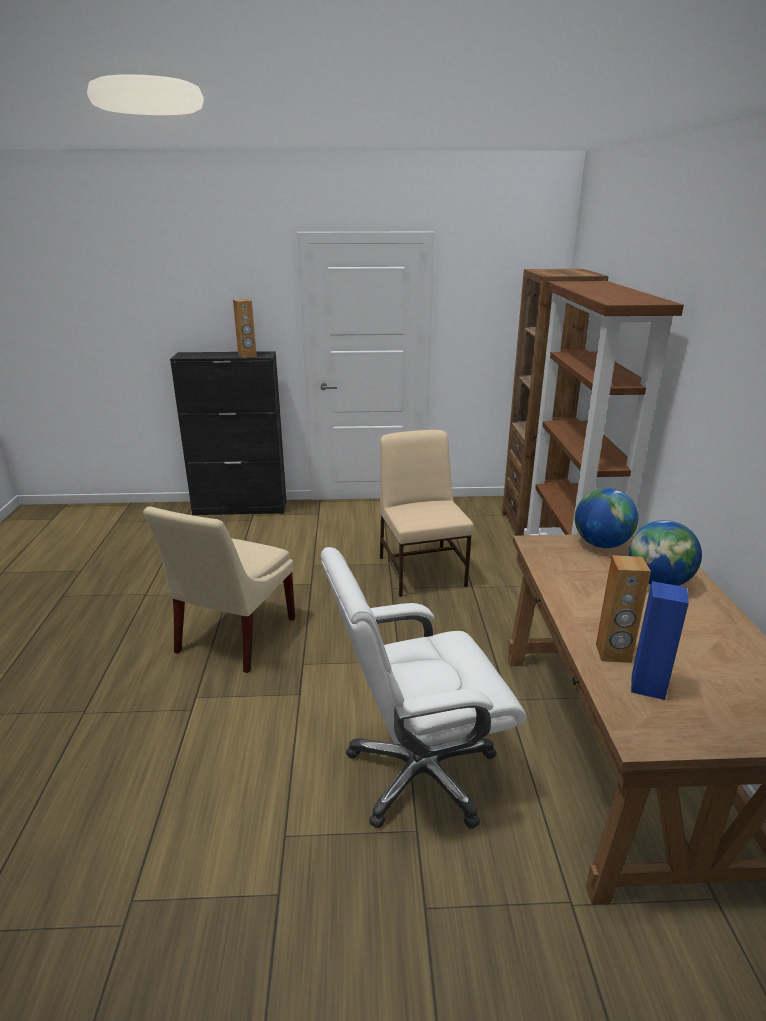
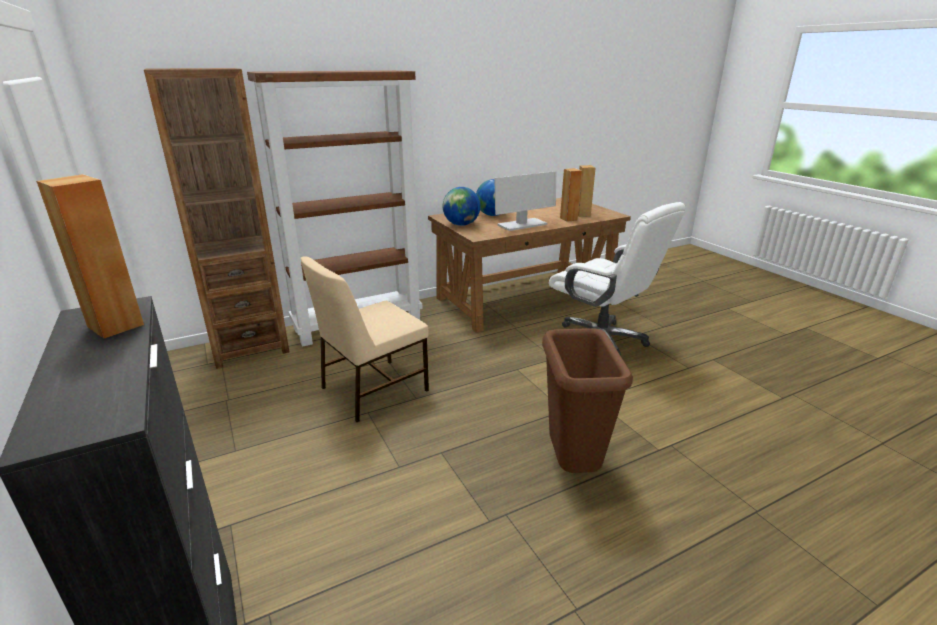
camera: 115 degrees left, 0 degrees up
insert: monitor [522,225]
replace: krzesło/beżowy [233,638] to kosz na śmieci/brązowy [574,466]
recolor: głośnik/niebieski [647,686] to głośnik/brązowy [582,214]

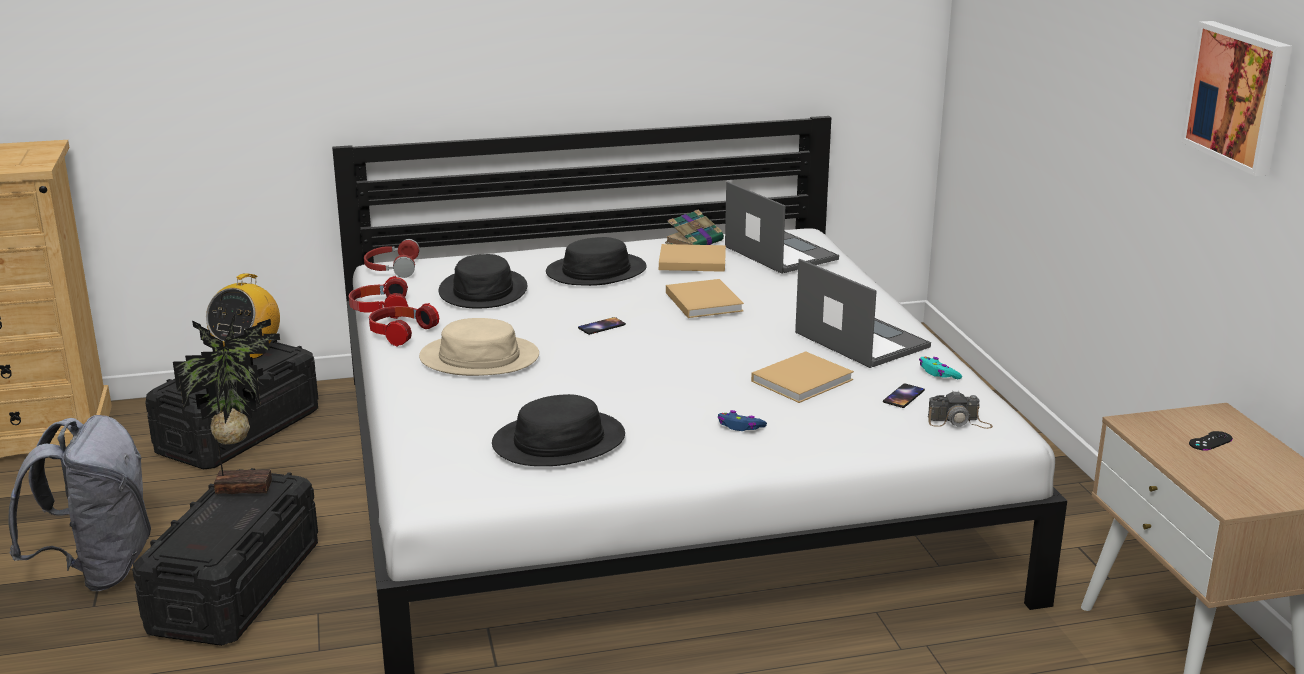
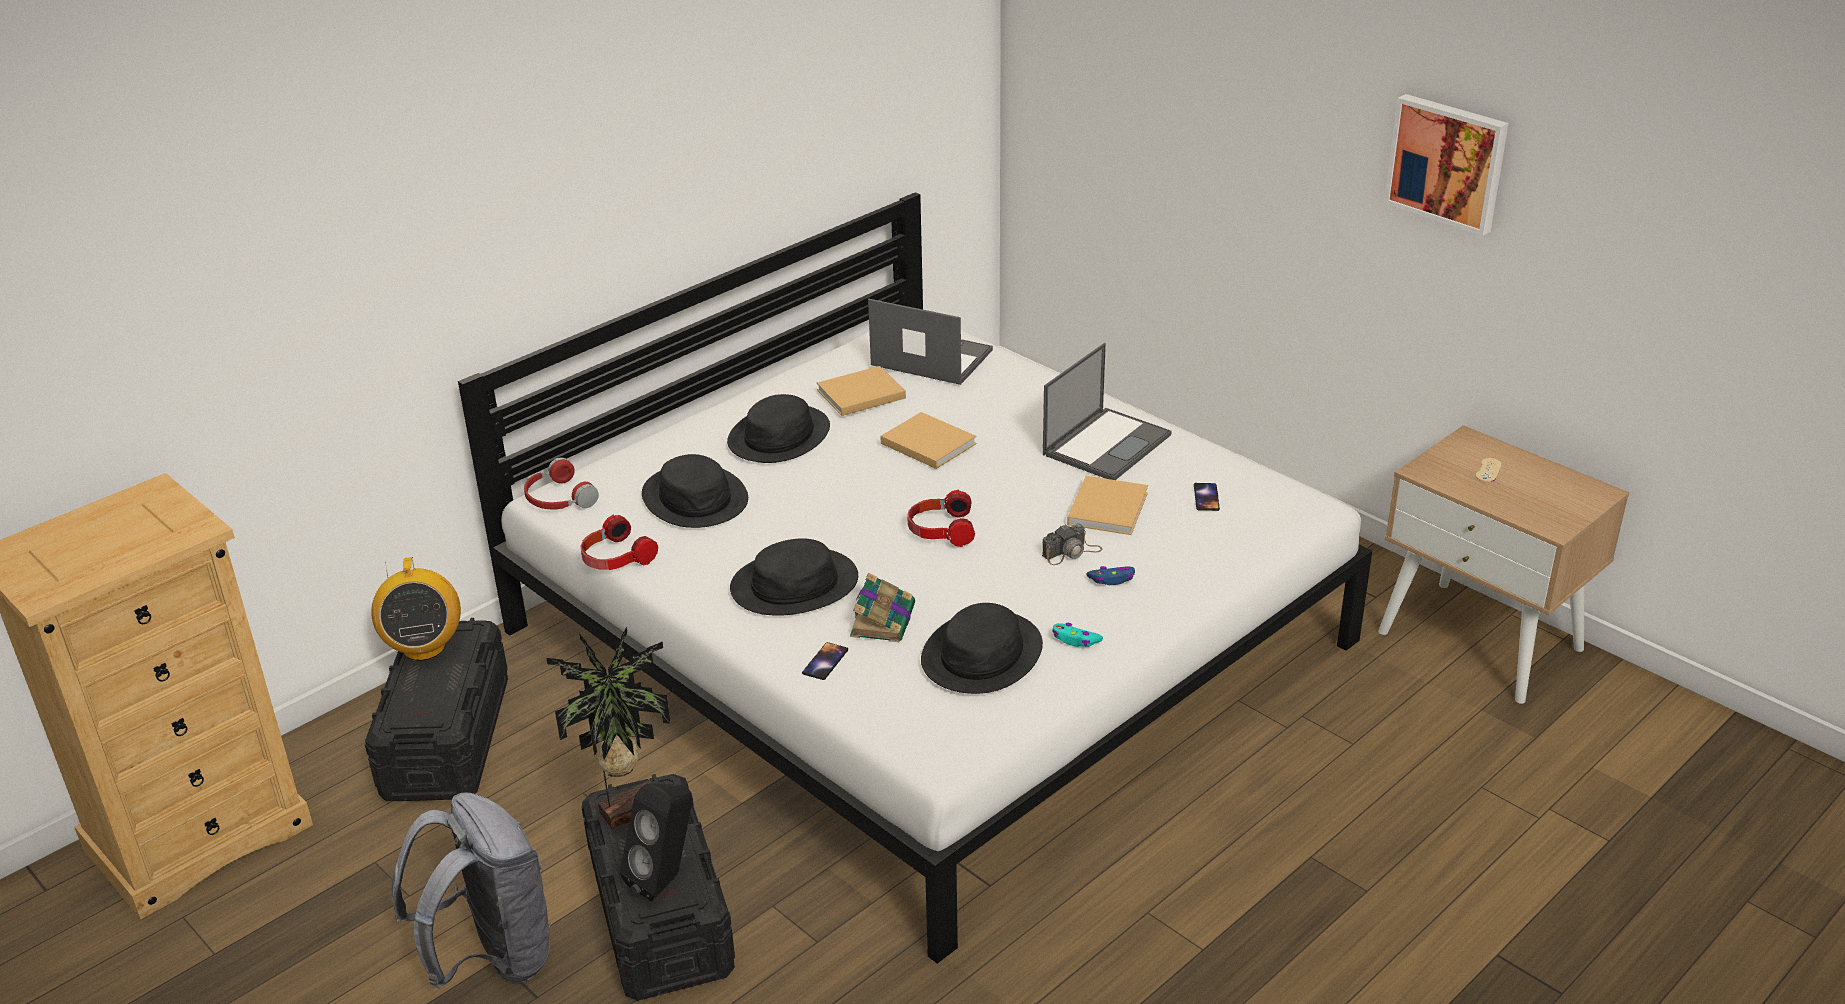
camera: 30 degrees left, 10 degrees up
insert: głośnik/czarny [666,879]
move: słuchawki [399,333] to [940,530]; telefon [601,326] to [825,661]; książka [695,241] to [883,620]; pad do gier/turkusowy [938,373] to [1075,640]; aparat fotograficzny [959,422] to [1072,552]
recolor: kapelusz/beżowy [479,358] to kapelusz/czarny [794,584]; pad do gier/czarny [1210,441] to pad do gier/beżowy [1488,470]
rotate: laptop [860,339] = [1107,444] 105 degrees clockwise

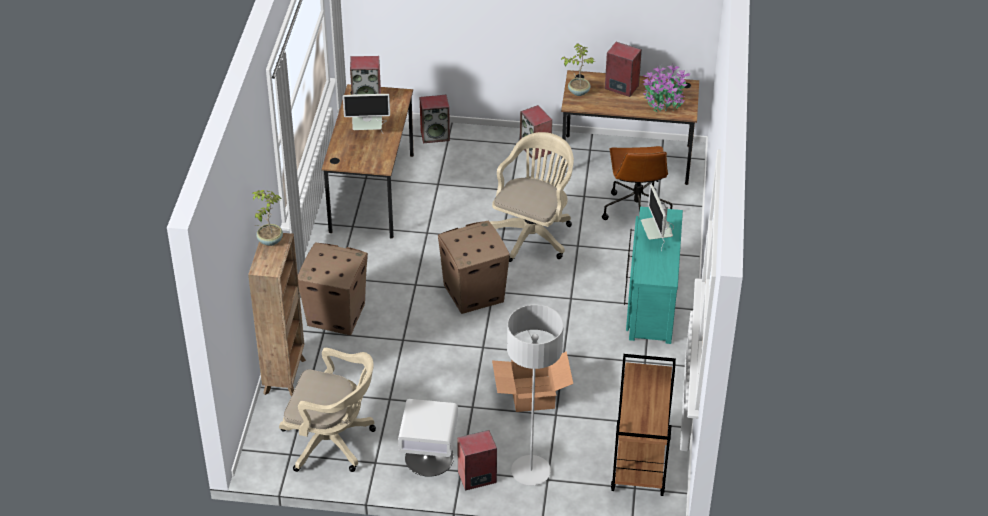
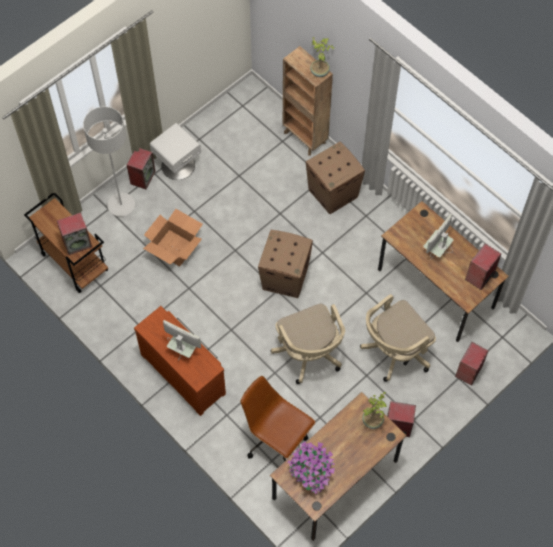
camera: 130 degrees right, 20 degrees up
move: krzesło biurowe/beżowy [332,442] to [394,352]; głośnik [621,87] to [77,243]
recolor: komoda/turkusowy [650,303] to komoda/brązowy [184,372]

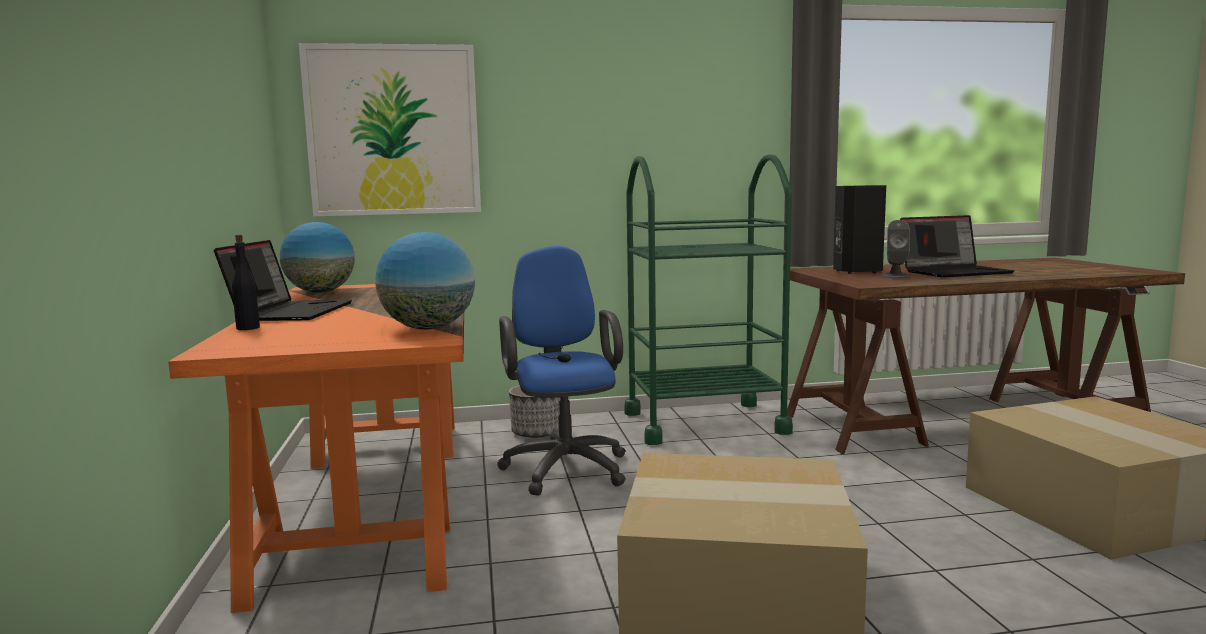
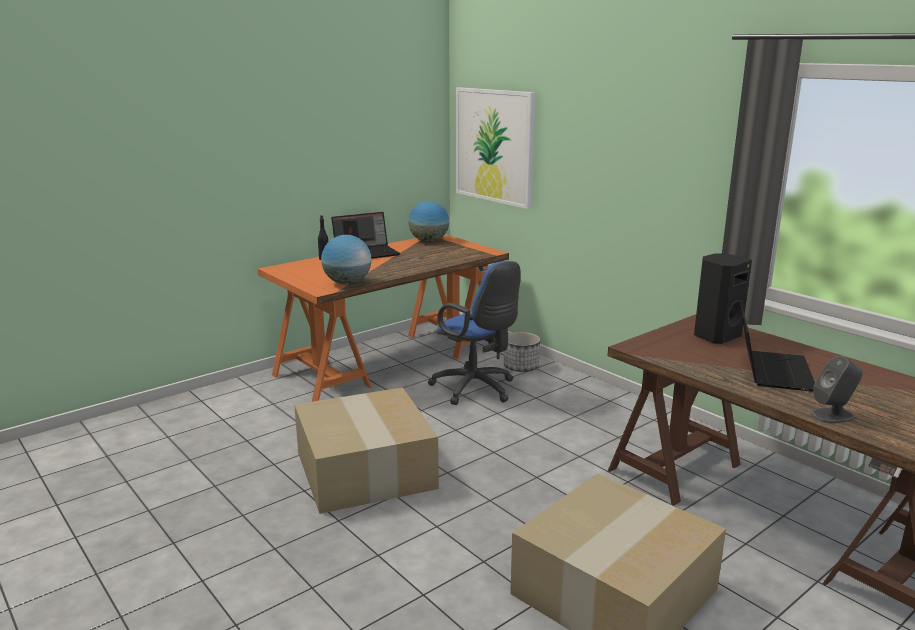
camera: 60 degrees right, 10 degrees up
delete: wózek/zielony [704,422]
move: głośnik/szary [895,276] to [832,416]
rotate: krzesło biurowe/niebieski [565,466] = [477,389] 90 degrees clockwise; laptop [955,272] = [771,370] 120 degrees counterclockwise

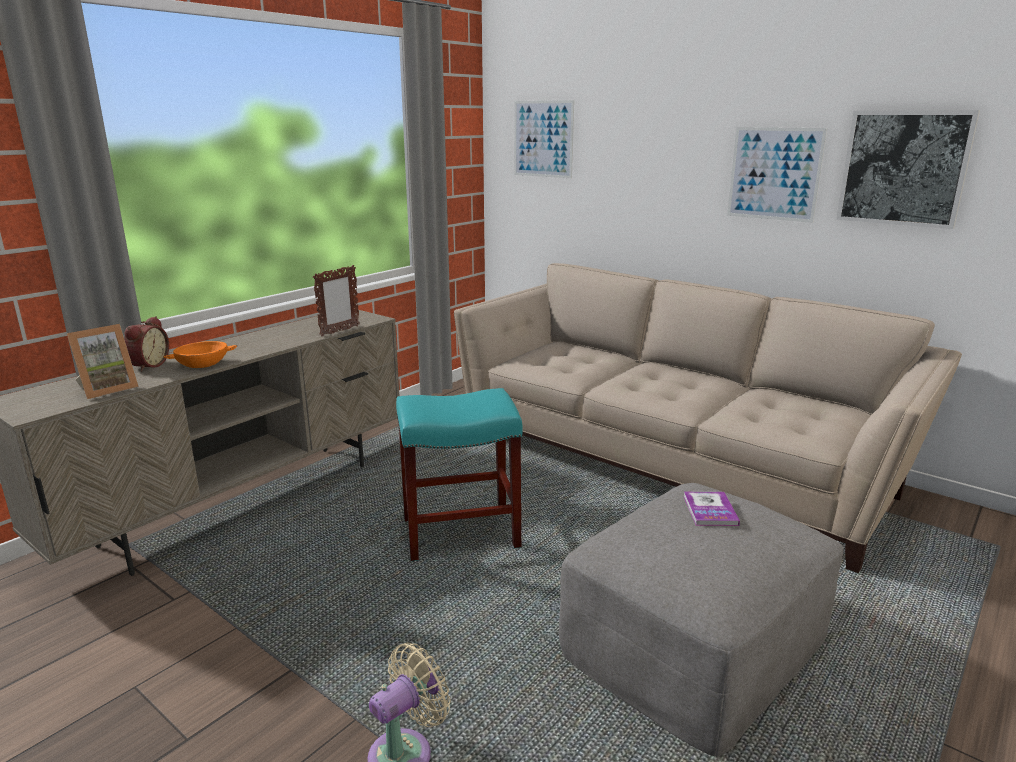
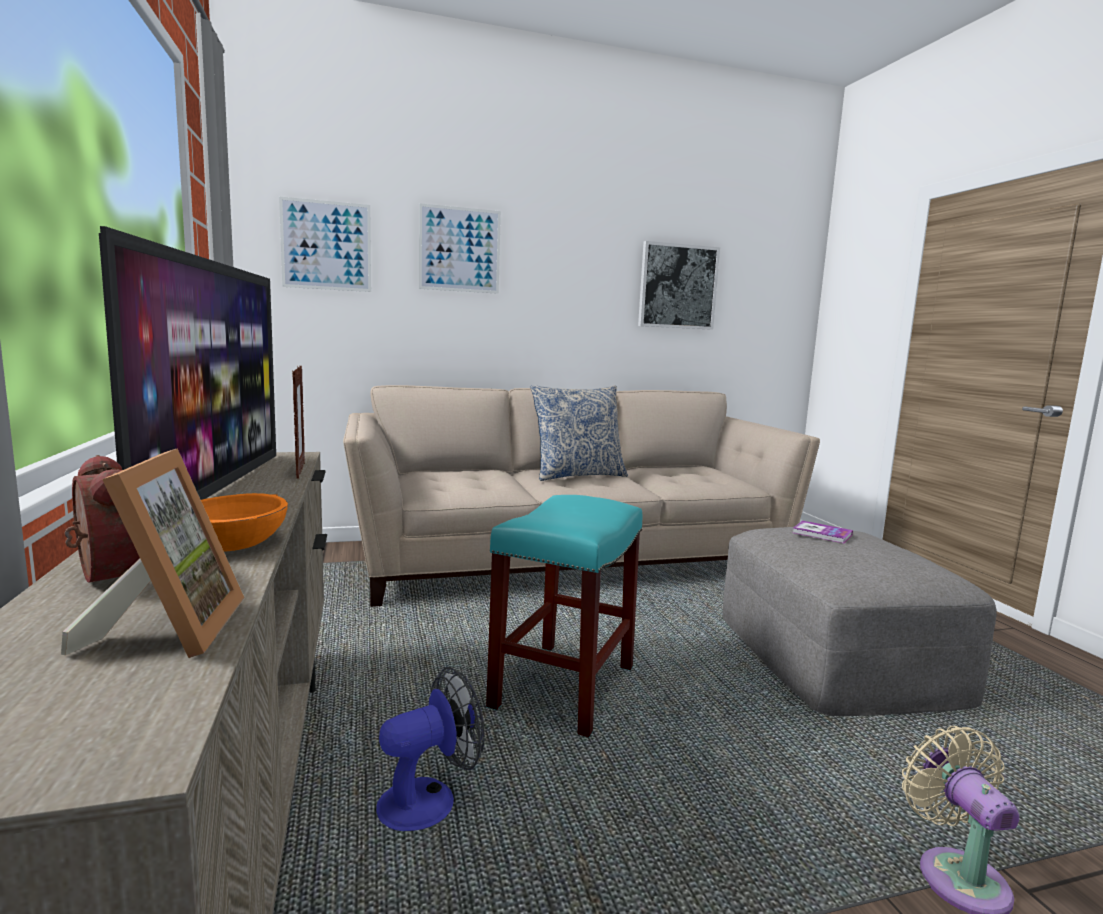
camera: 55 degrees left, 10 degrees down
insert: telewizor [215,489]; wentylator [429,799]; poduszka [577,475]
move: obraz [774,174] to [459,249]

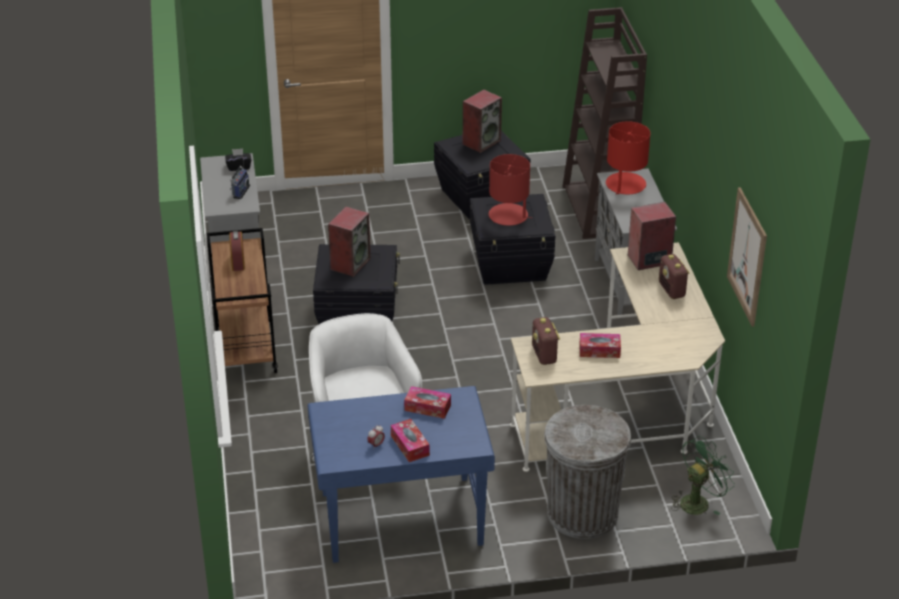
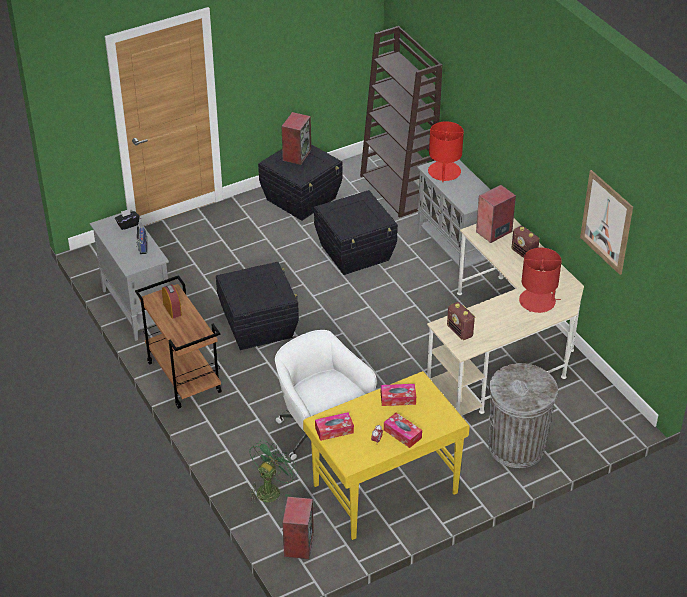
camera: 20 degrees left, 5 degrees up
move: głośnik [350,263] to [298,544]; lampa stołowa/czerwony [508,215] to [537,301]; pudełko chusteczek [599,350] to [334,430]; wentylator/zielony [698,501] to [270,489]
recolor: biurko/niebieski [400,518] to biurko/żółty [384,488]

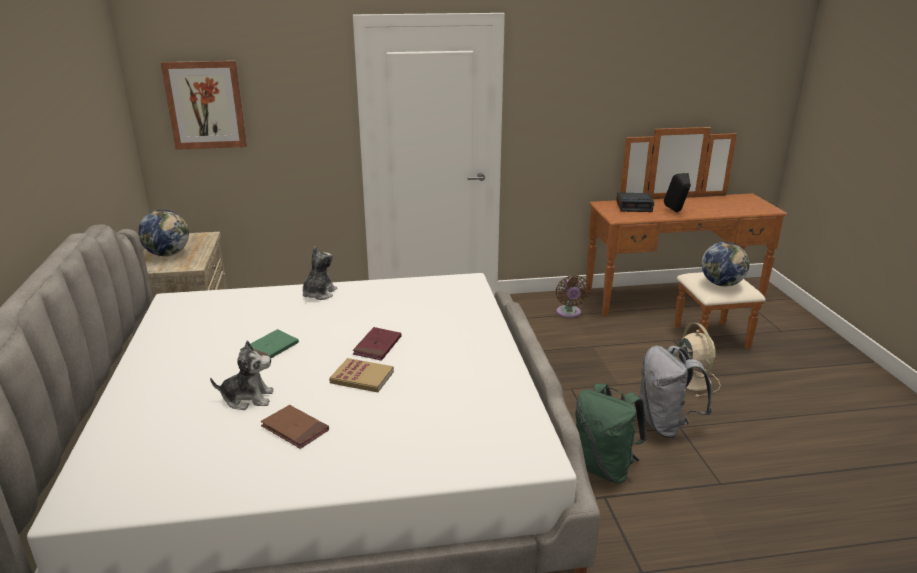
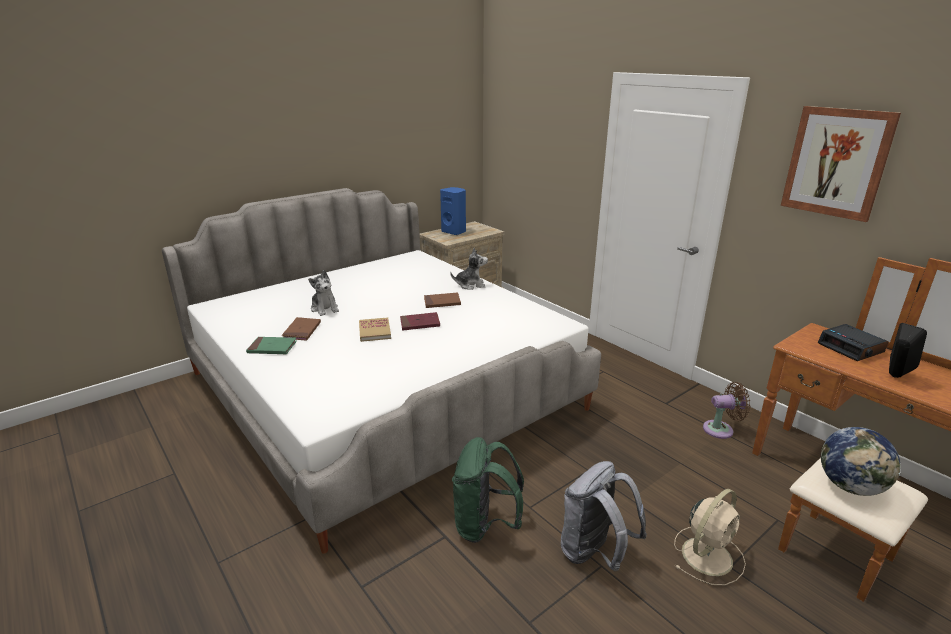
camera: 60 degrees right, 0 degrees up
insert: książka/brązowy [442,302]
move: obraz [205,105] to [836,162]; książka/zielony [270,349] to [272,348]
replace: globus [168,254] to głośnik/niebieski [454,232]
rotate: wentylator/brązowy [569,313] = [721,429] 150 degrees counterclockwise

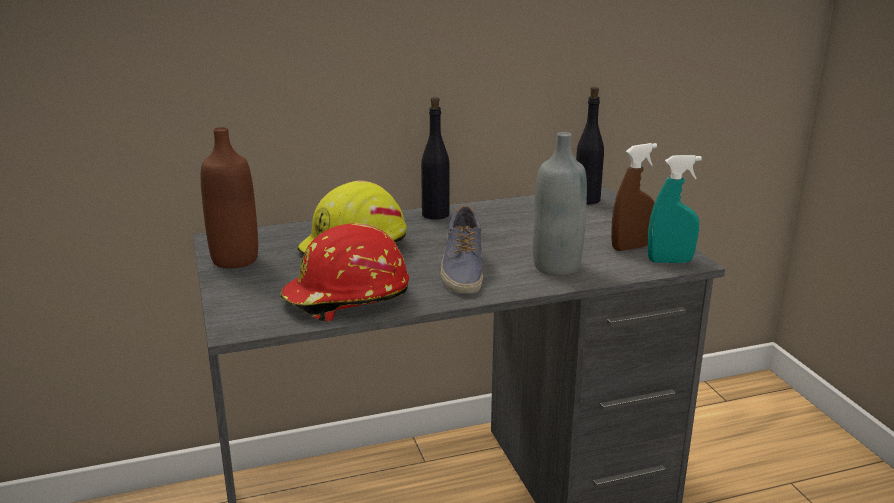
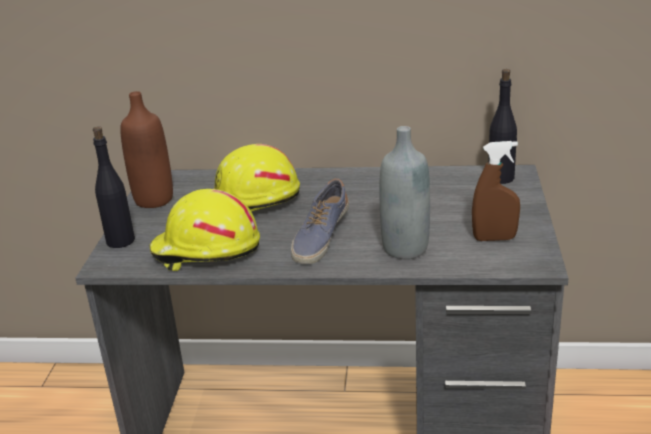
camera: 25 degrees right, 5 degrees up
delete: spryskiwacz/turkusowy [669,261]
move: butelka/czarny [435,214] to [121,241]
recolor: kask/czerwony [346,297] to kask/żółty [206,250]

